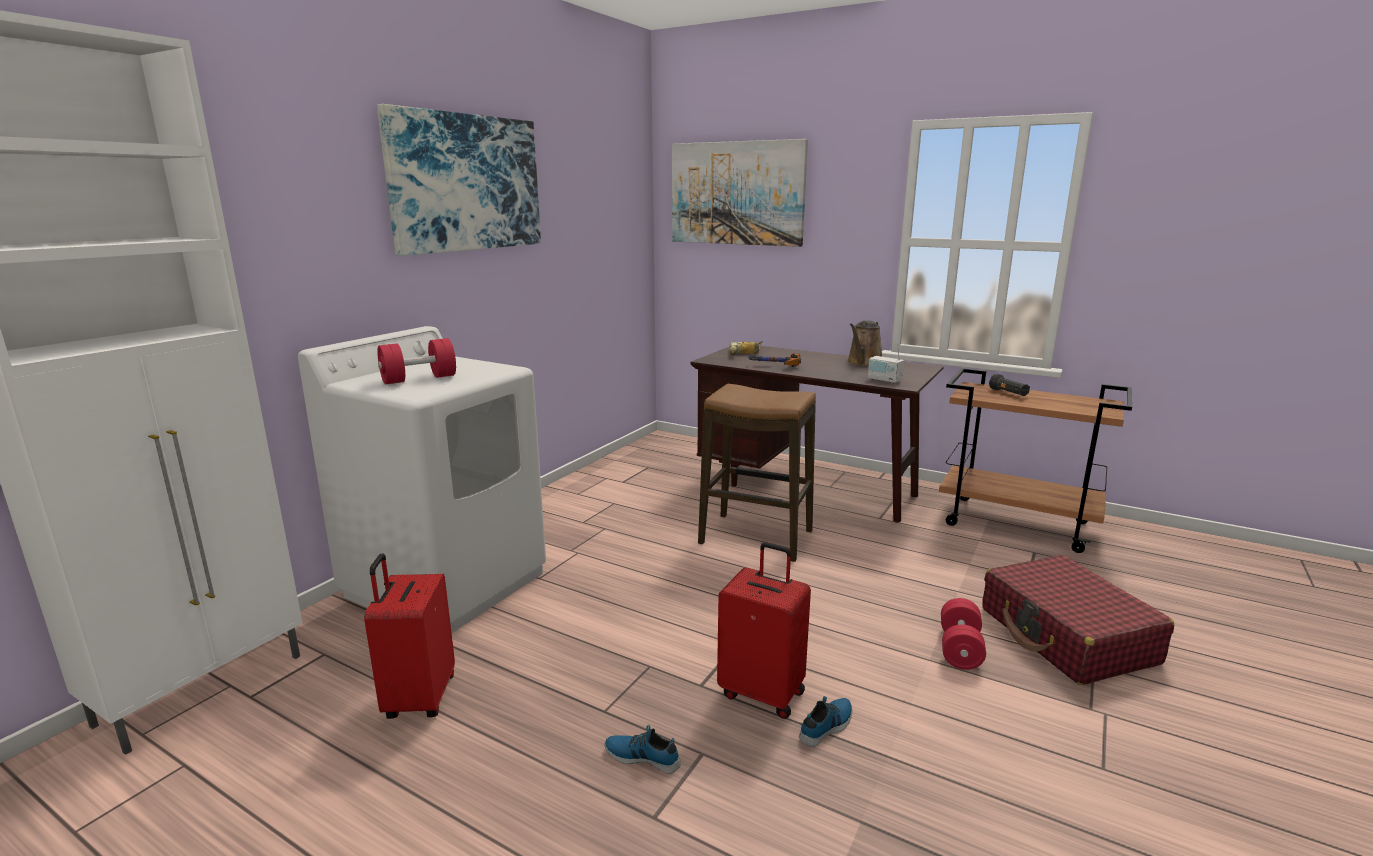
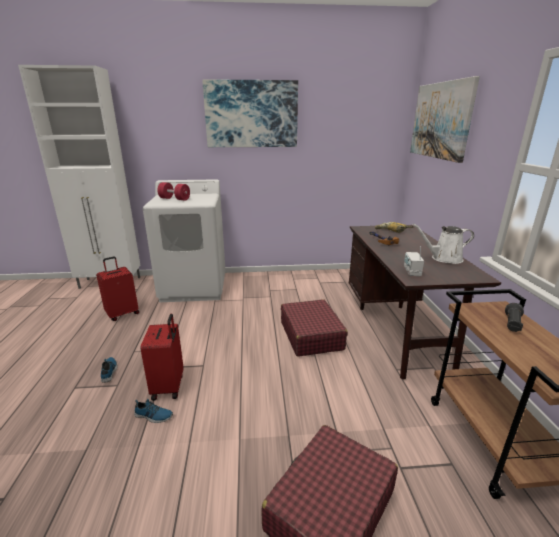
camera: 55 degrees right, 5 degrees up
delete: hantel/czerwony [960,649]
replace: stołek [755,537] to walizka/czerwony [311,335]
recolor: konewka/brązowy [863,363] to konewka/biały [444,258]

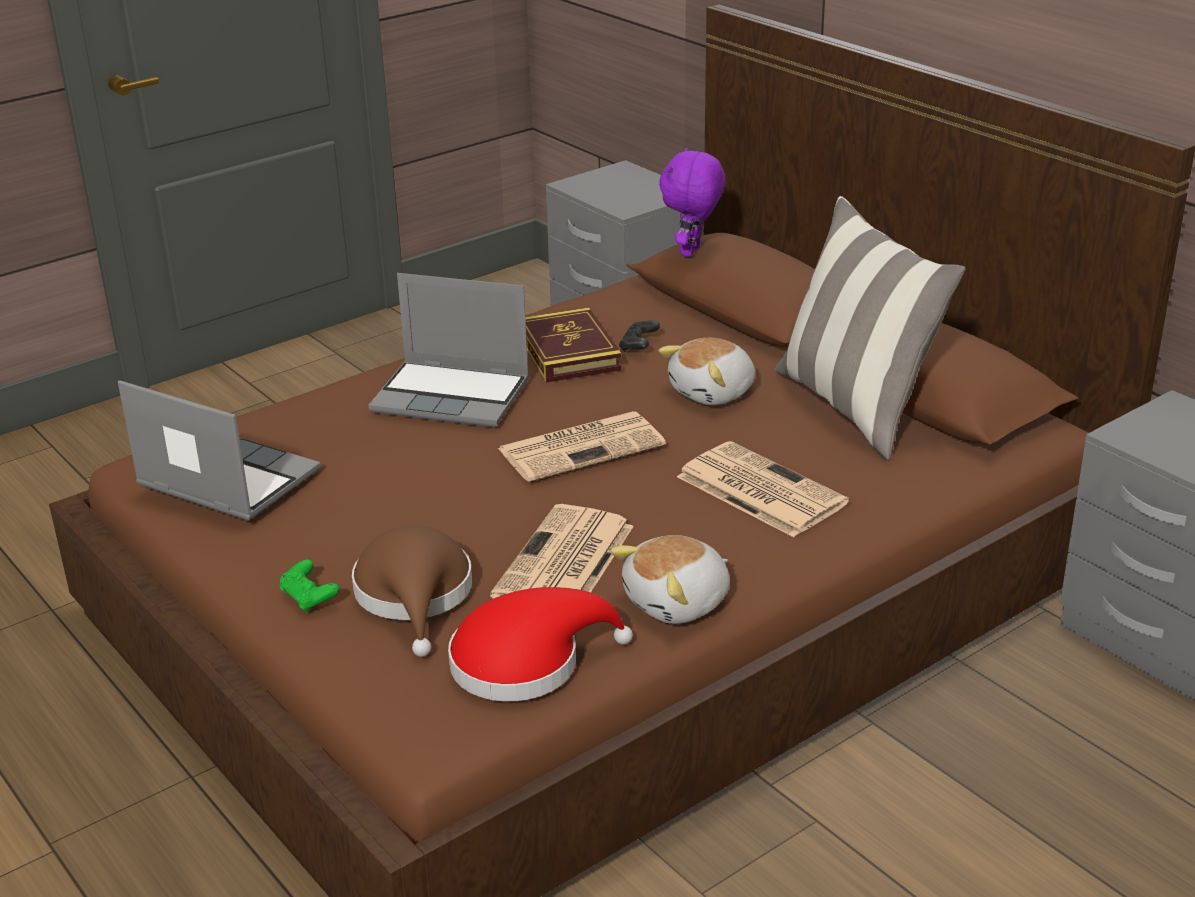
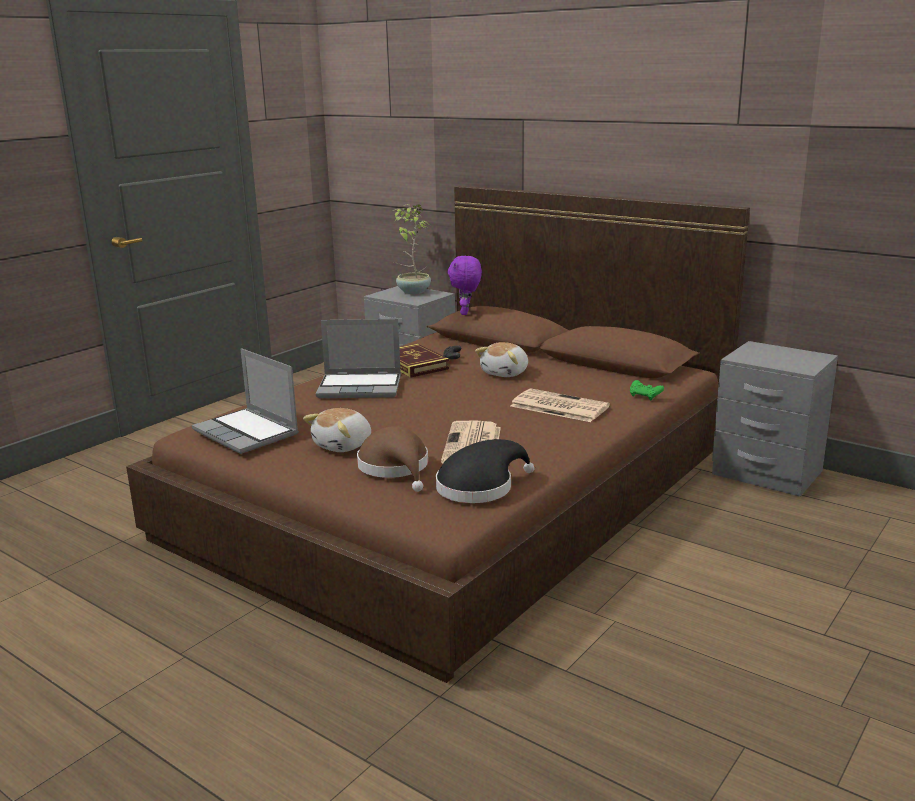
camera: 15 degrees left, 10 degrees down
delete: gazeta [583,447]; poduszka [856,408]
insert: roślina doniczkowa [413,292]
move: pad do gier/zielony [309,598] to [645,396]; pluszak [678,603] to [344,445]
recolor: kapelusz/czerwony [525,662] to kapelusz/czarny [479,487]
rotate: laptop [225,480] = [247,433] 150 degrees counterclockwise

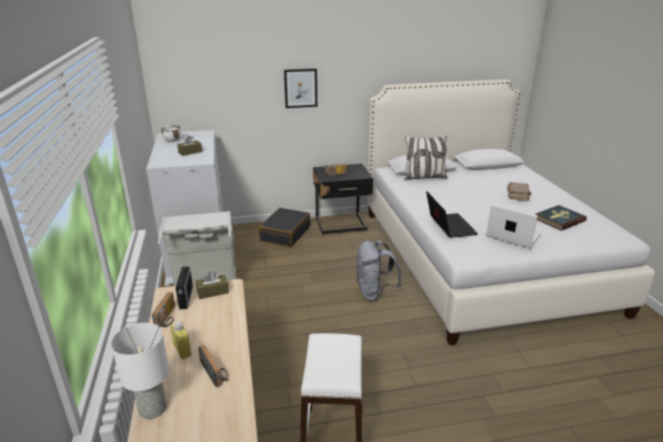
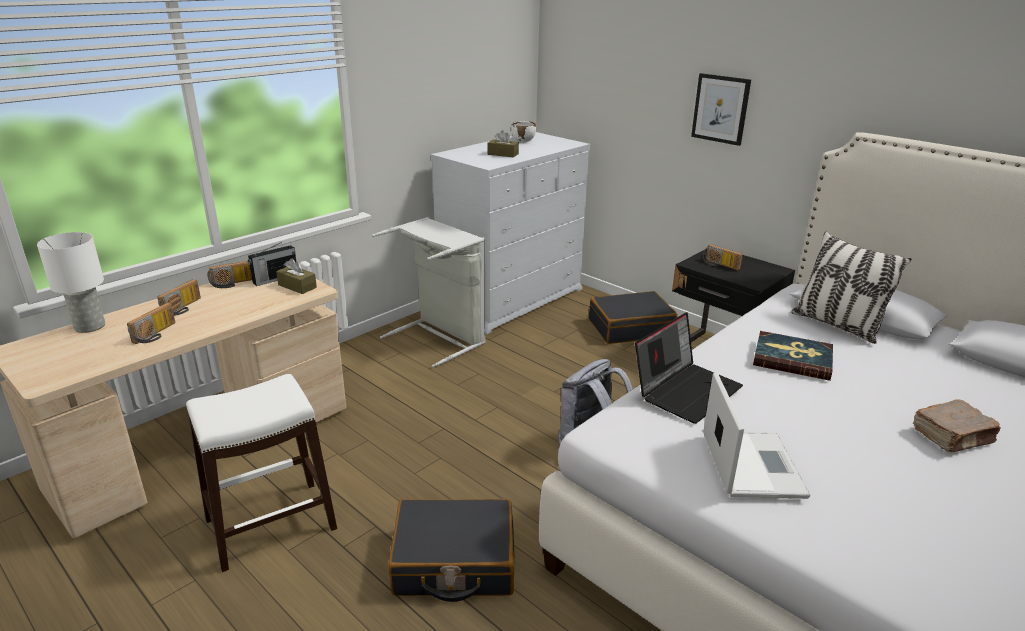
camera: 55 degrees right, 0 degrees up
insert: walizka/czarny [454,562]
move: książka [559,220] to [792,359]
replace: butelka/żółty [182,350] to radio [184,308]

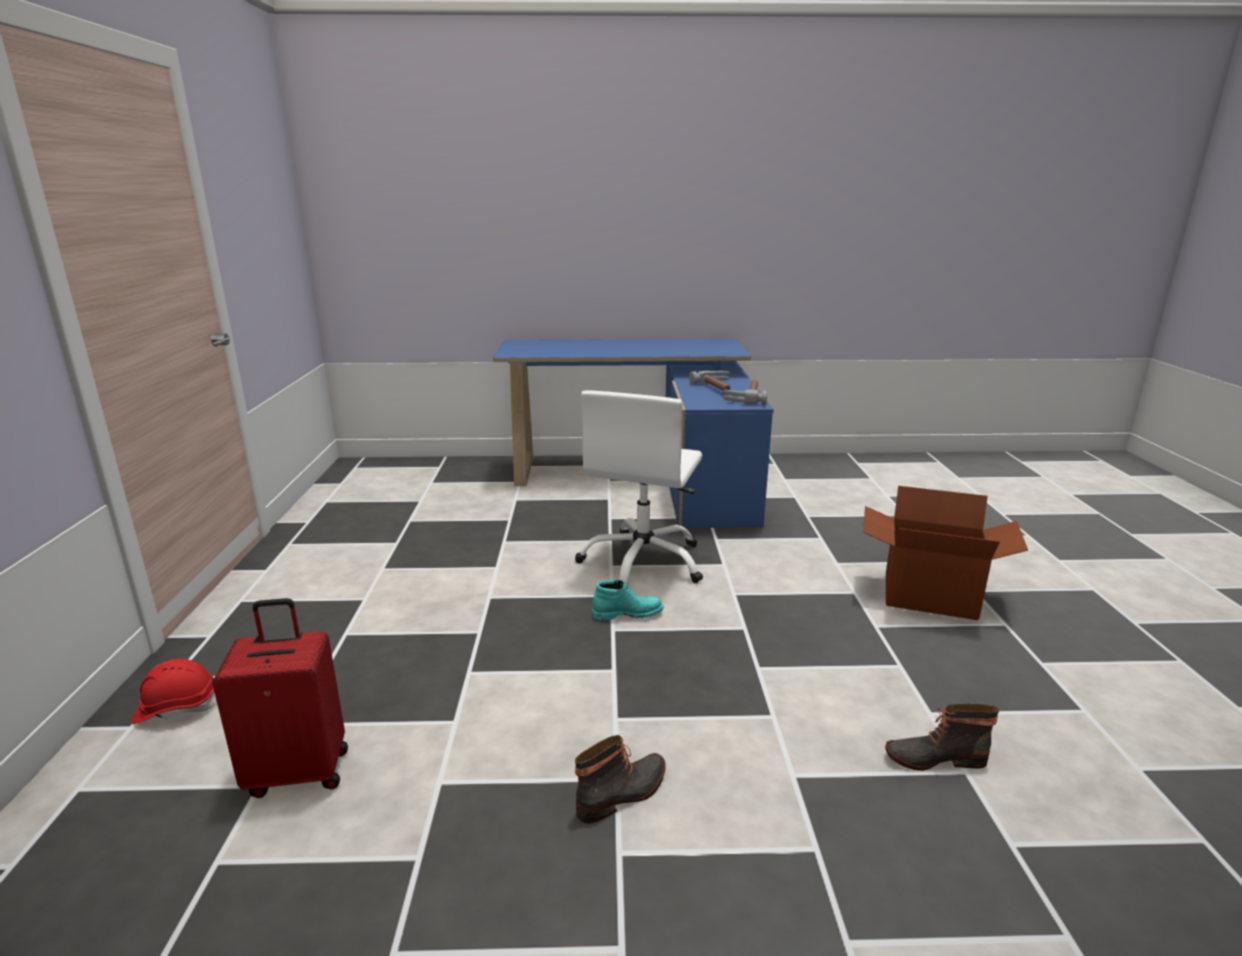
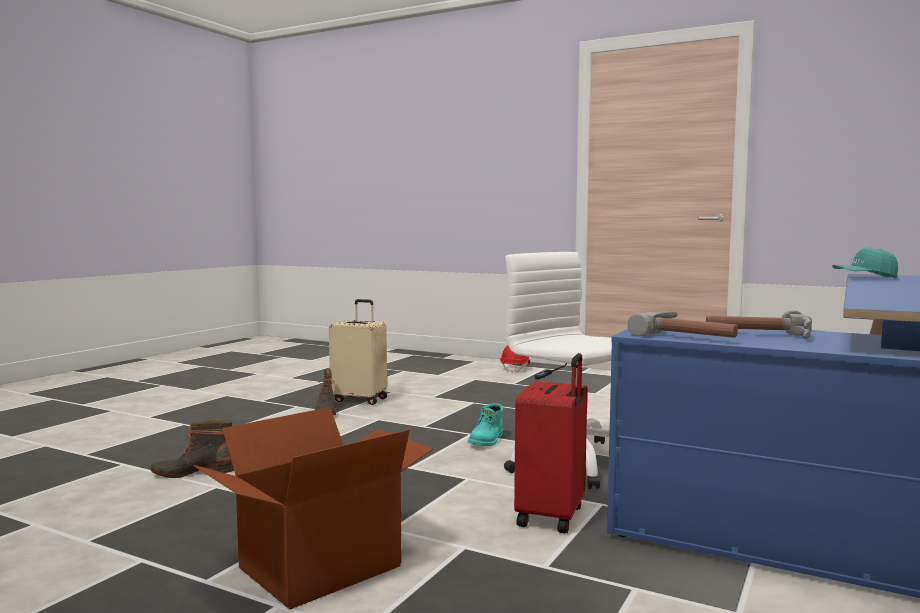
camera: 120 degrees right, 15 degrees down
insert: walizka/beżowy [360,399]; czapka z daszkiem/turkusowy [864,278]
move: walizka/czerwony [299,771] to [553,516]
rotate: but z cholewką [934,757] = [193,471] 135 degrees counterclockwise

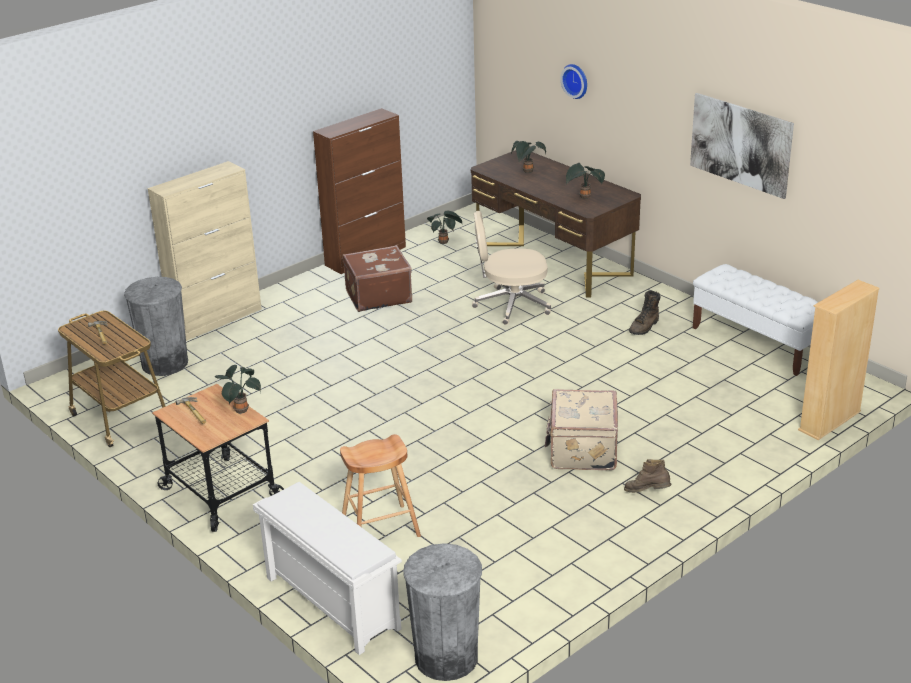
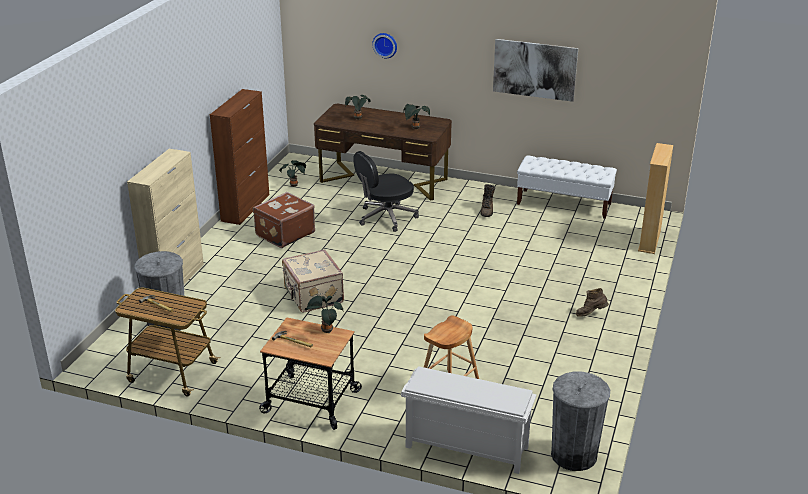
camera: 30 degrees left, 0 degrees up
move: walizka/beżowy [581,450] to [312,296]
recolor: krzesło biurowe/beżowy [511,305] to krzesło biurowe/czarny [385,217]

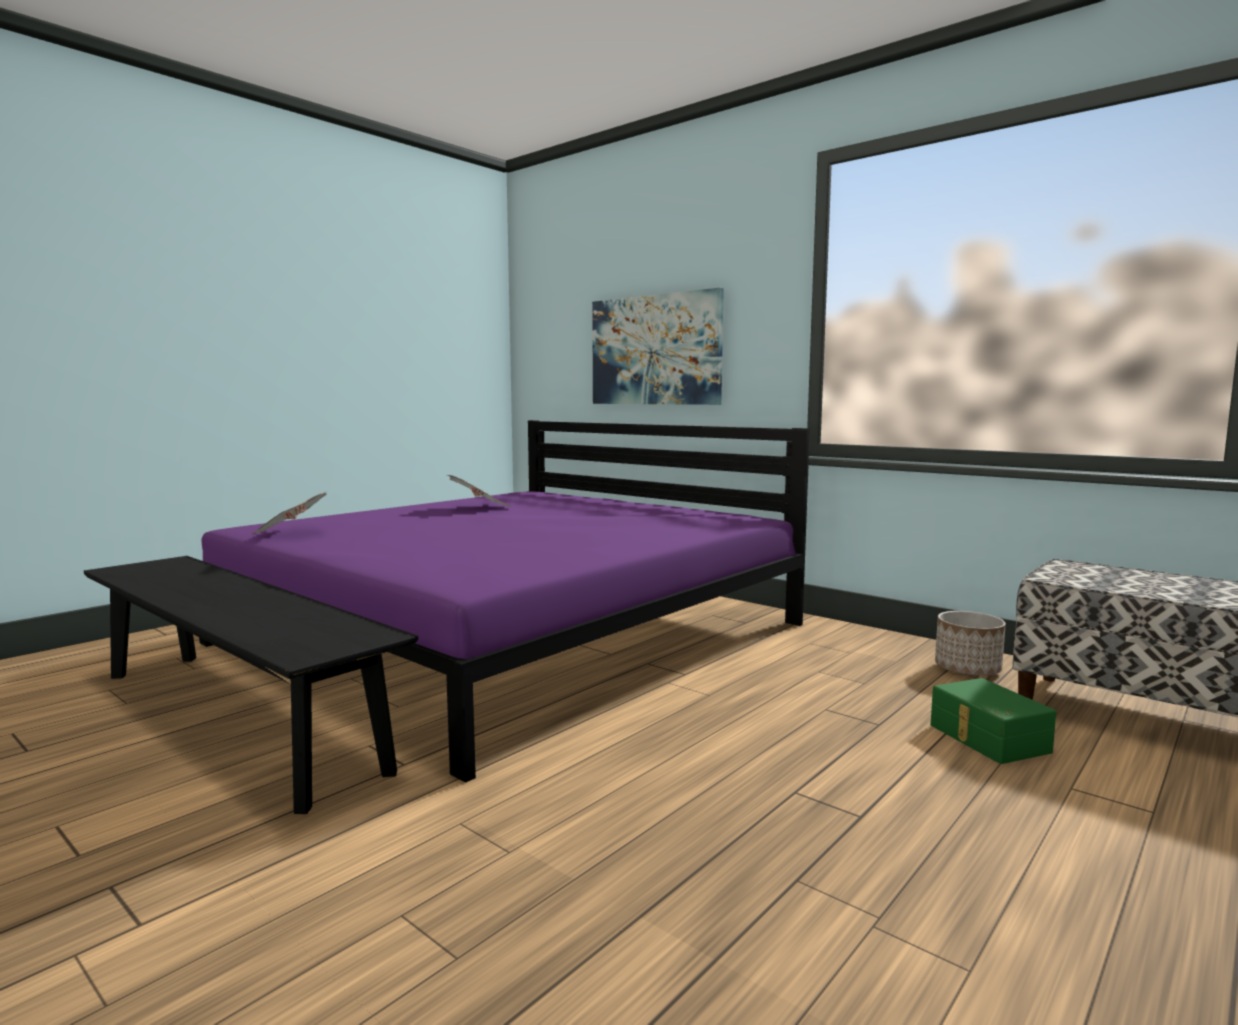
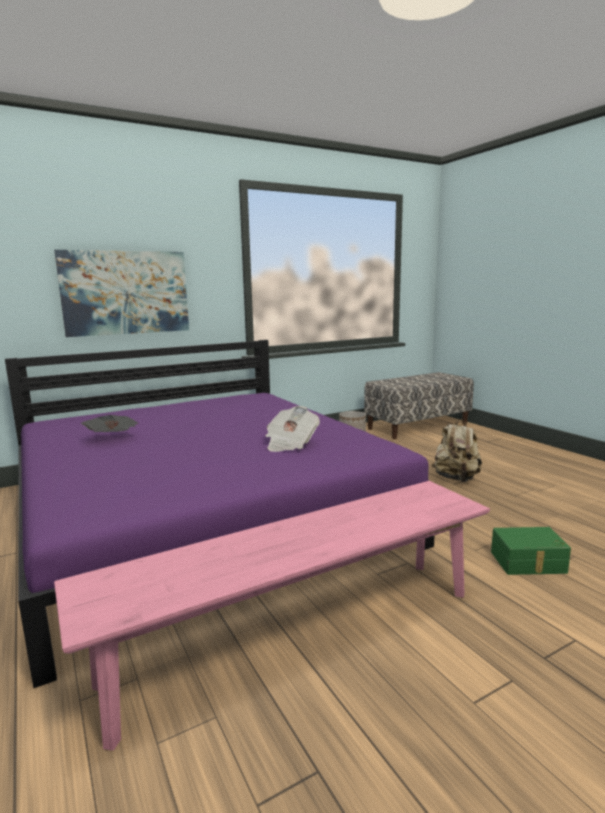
camera: 70 degrees left, 5 degrees up
insert: plecak/beżowy [456,478]
move: gazeta [290,533] to [290,444]; pojemnik do przechowywania/zielony [987,739] to [528,563]
recolor: ławka/czarny [234,718] to ławka/różowy [301,635]

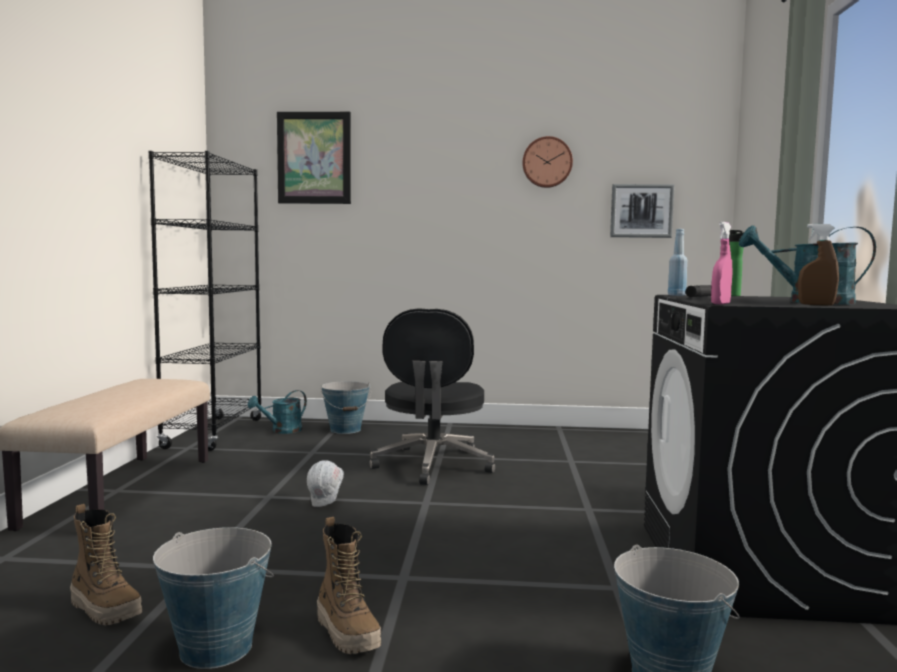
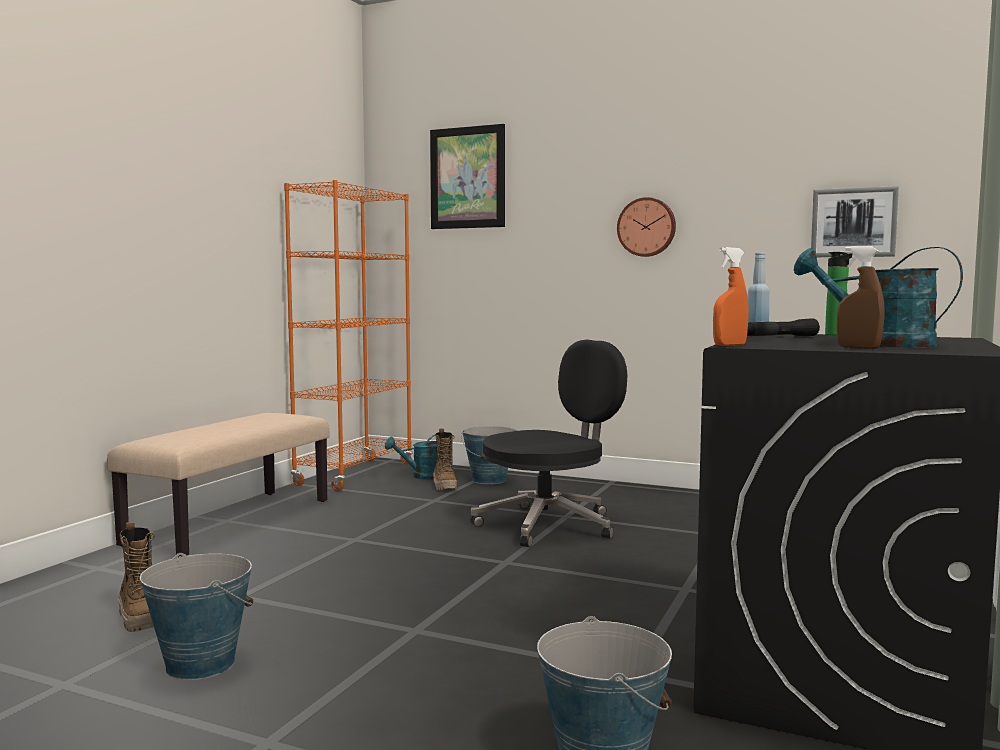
camera: 20 degrees right, 0 degrees up
delete: kask/biały [326,502]
move: but z cholewką [348,633] to [445,486]; zegar ścienny [547,162] to [646,227]
recolor: regał/czarny [214,433] to regał/pomarańczowy [355,474]; spryskiwacz/różowy [720,304] to spryskiwacz/pomarańczowy [729,345]
rotate: krzesło biurowe/czarny [433,465] = [549,525] 150 degrees counterclockwise

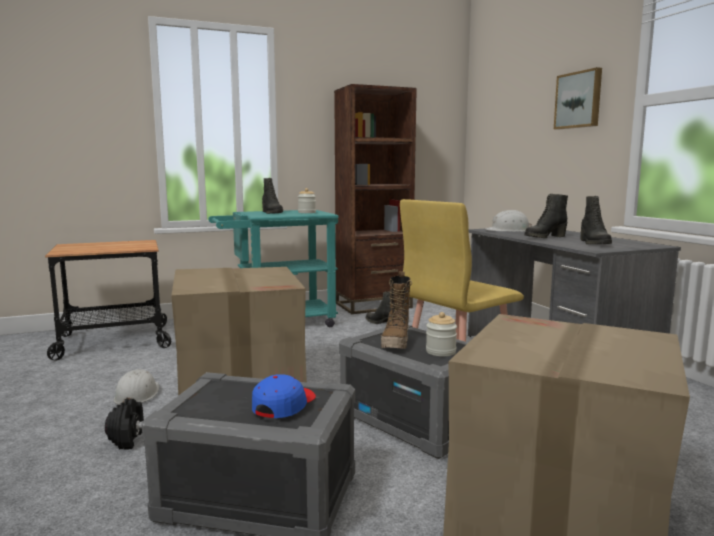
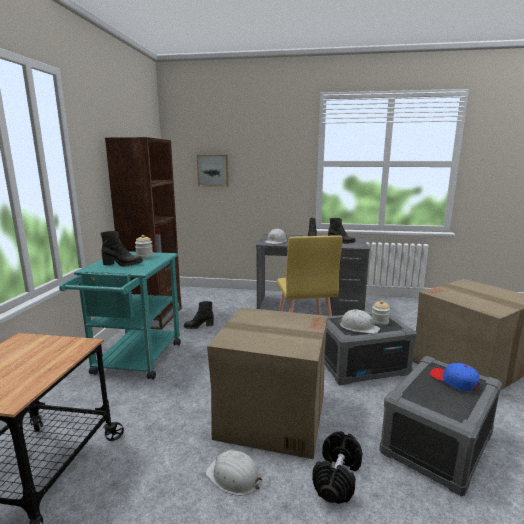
camera: 60 degrees left, 5 degrees up
move: obraz [579,100] to [213,170]
replace: but z cholewką [396,342] to kask/biały [358,327]

